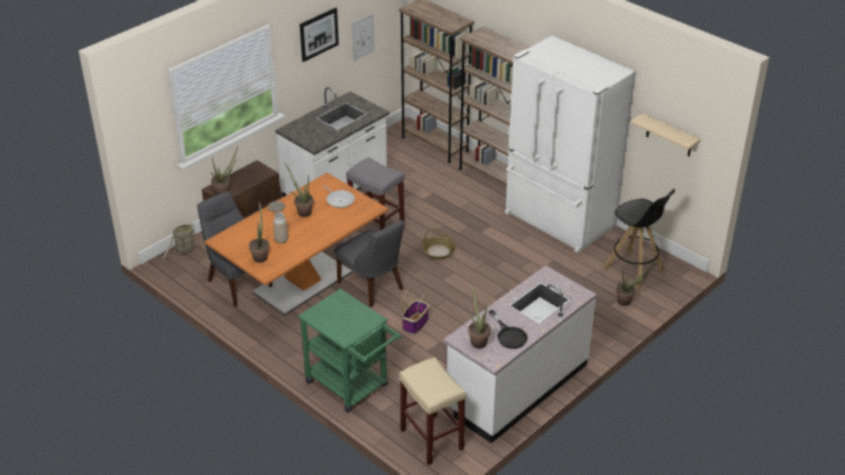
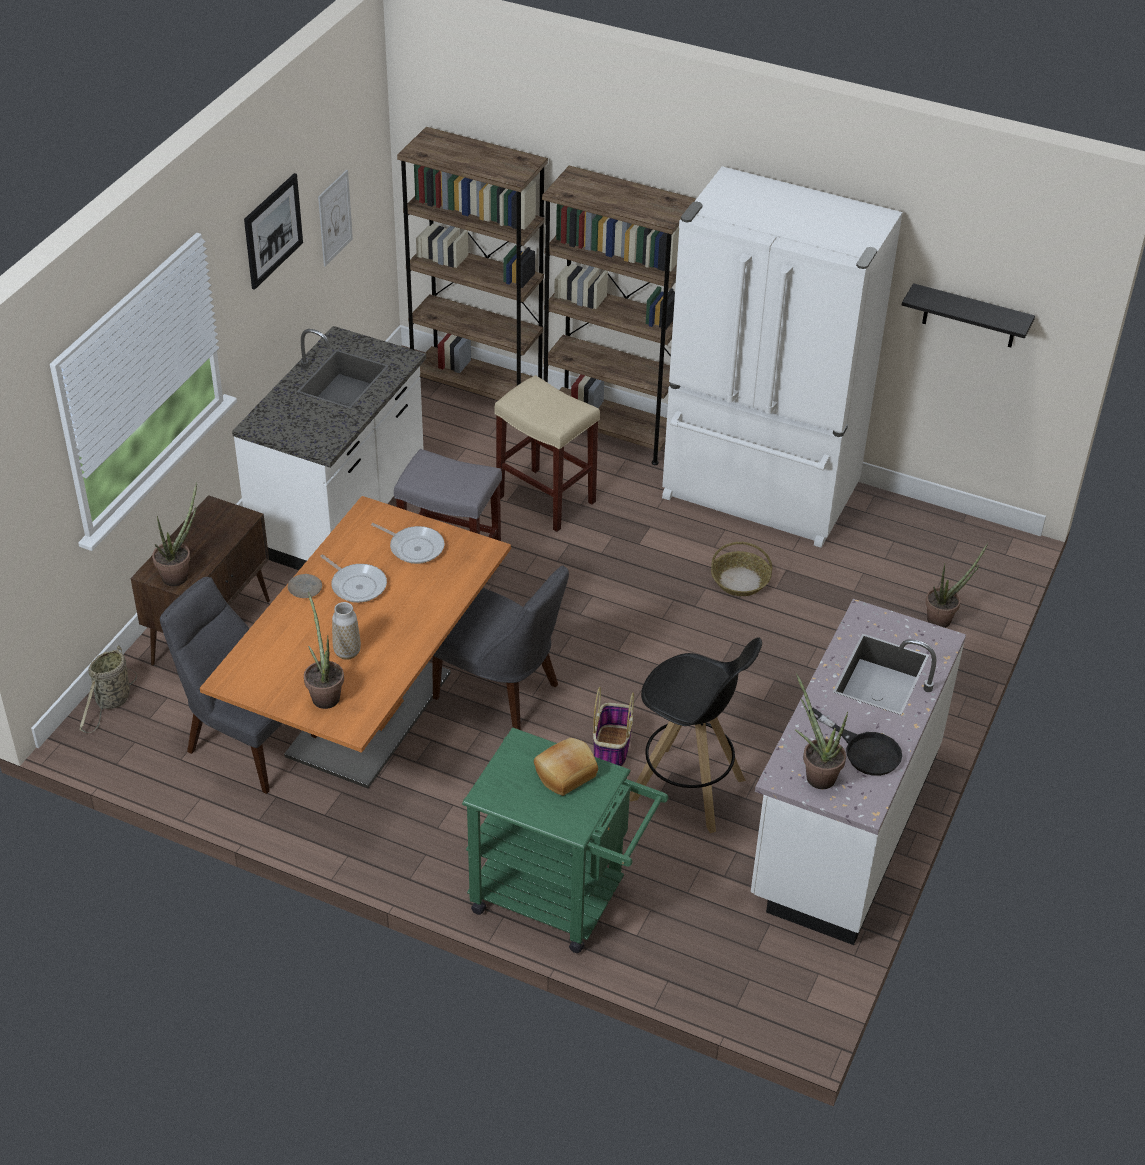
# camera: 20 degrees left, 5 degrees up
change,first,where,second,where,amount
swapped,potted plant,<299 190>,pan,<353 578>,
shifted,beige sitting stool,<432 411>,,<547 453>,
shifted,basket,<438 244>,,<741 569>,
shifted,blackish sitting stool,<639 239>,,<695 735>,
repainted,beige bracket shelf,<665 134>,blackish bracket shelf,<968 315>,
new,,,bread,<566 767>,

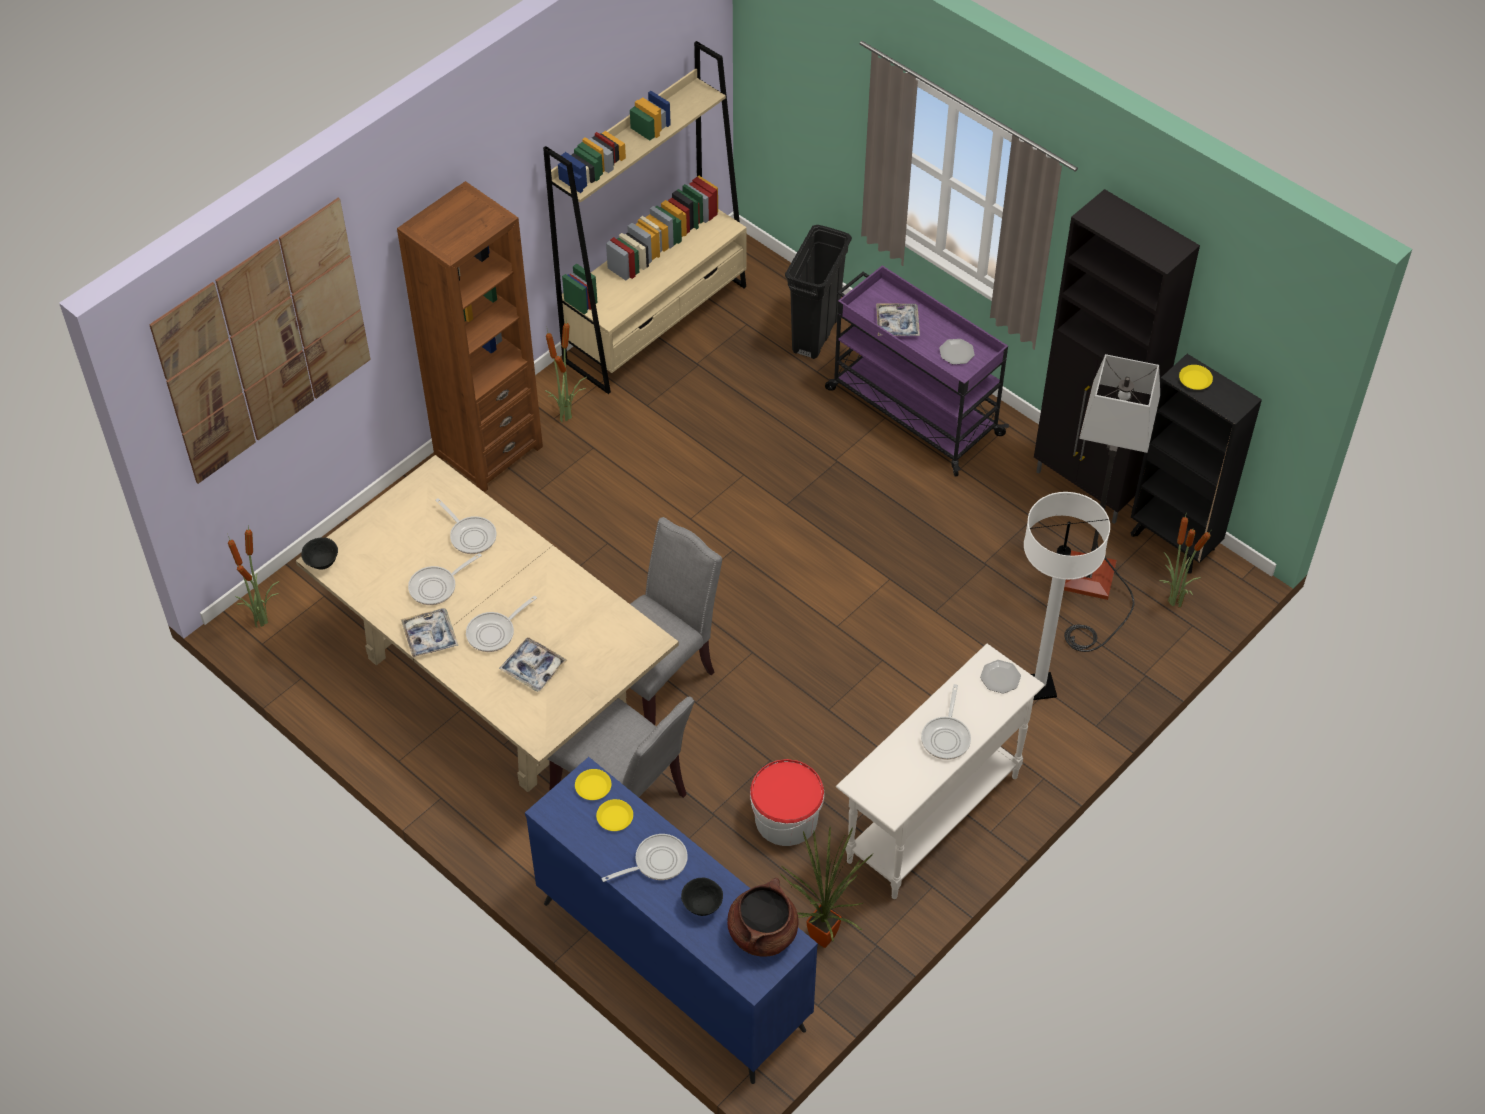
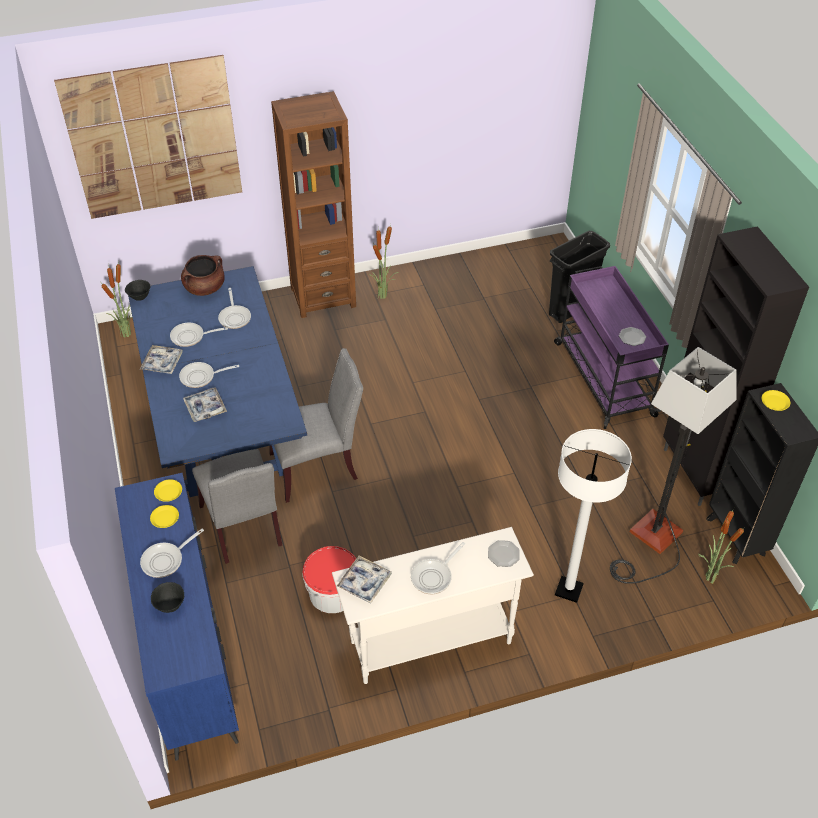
# camera: 30 degrees right, 5 degrees down
change,first,where,second,where,amount
repainted,beige dinner table,<487 623>,blue-coloured dinner table,<217 381>,
gone,beige bookshelf,<645 217>,,,
rotated,pan,<644 858>,,<172 553>,135 degrees clockwise
shifted,brown-coloured stockpot,<763 917>,,<203 275>,
gone,potted plant,<826 887>,,,
shifted,tray,<898 319>,,<364 580>,

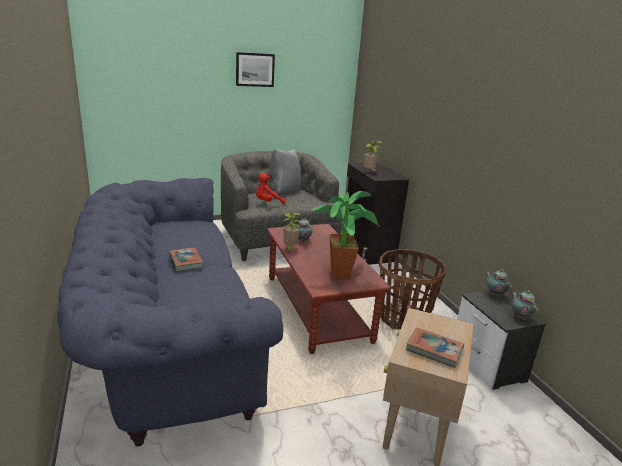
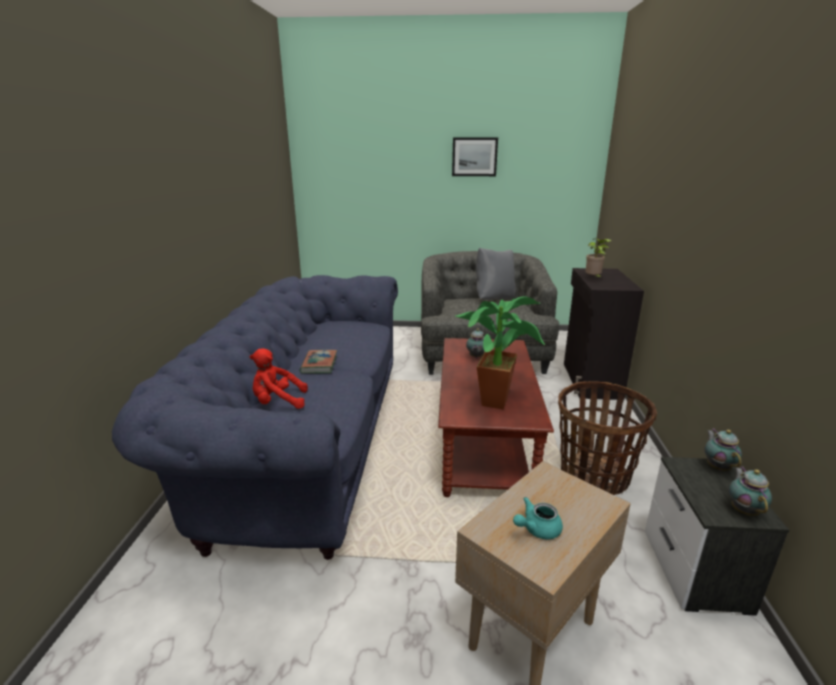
# camera: 25 degrees right, 0 degrees up
change,first,where,second,where,amount
shifted,red-coloured soft toy,<271 188>,,<279 378>,
gone,potted plant,<291 232>,,,
swapped,bound book,<435 348>,turquoise-coloured pot for tea,<538 518>,

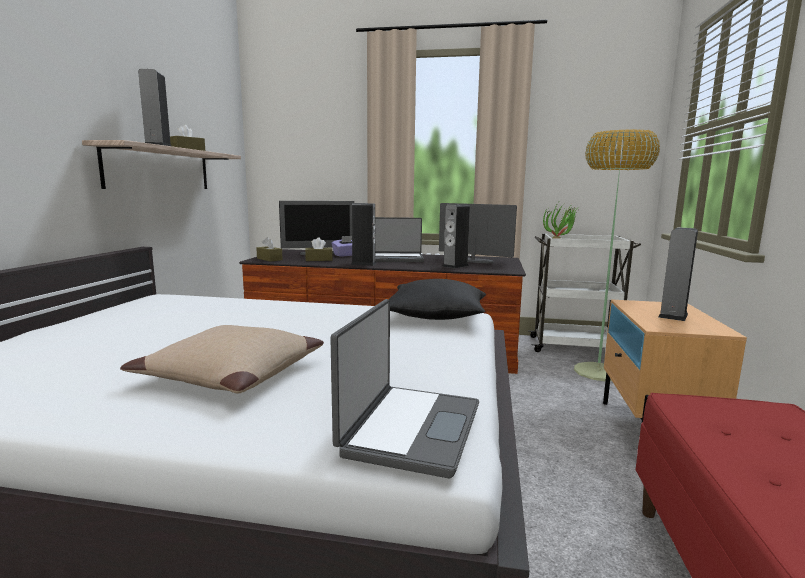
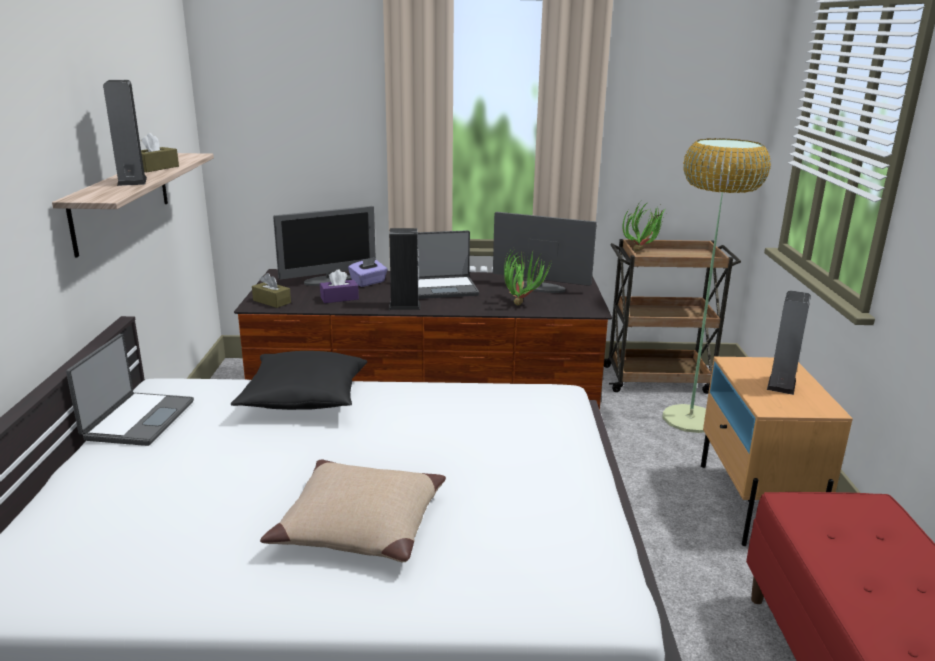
# camera: 10 degrees left, 10 degrees up
change,first,where,second,where,amount
repainted,brown-coloured tissue box,<319 249>,purplish tissue box,<339 286>,
shifted,notebook computer,<404 388>,,<130 390>,
shifted,blackish pillow,<437 299>,,<299 380>,
swapped,speaker,<456 237>,potted plant,<528 277>,
repainted,whitish wheeled cart,<584 293>,brown-coloured wheeled cart,<672 316>,

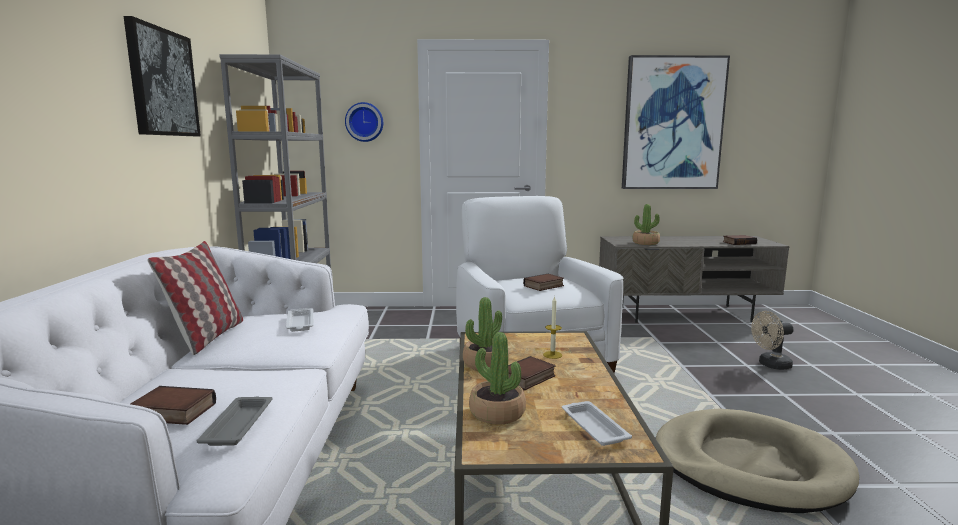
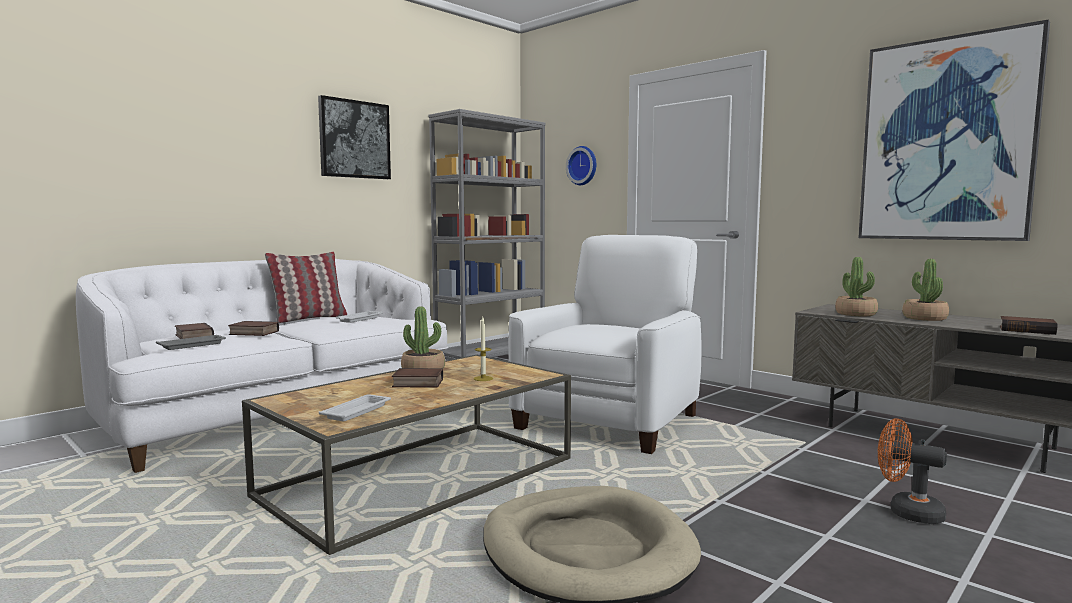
# camera: 45 degrees right, 5 degrees down
change,first,where,second,where,amount
shifted,potted plant,<497 378>,,<925 290>,
shifted,bound book,<543 282>,,<253 328>,
repainted,beige fan,<772 340>,orange fan,<912 471>,

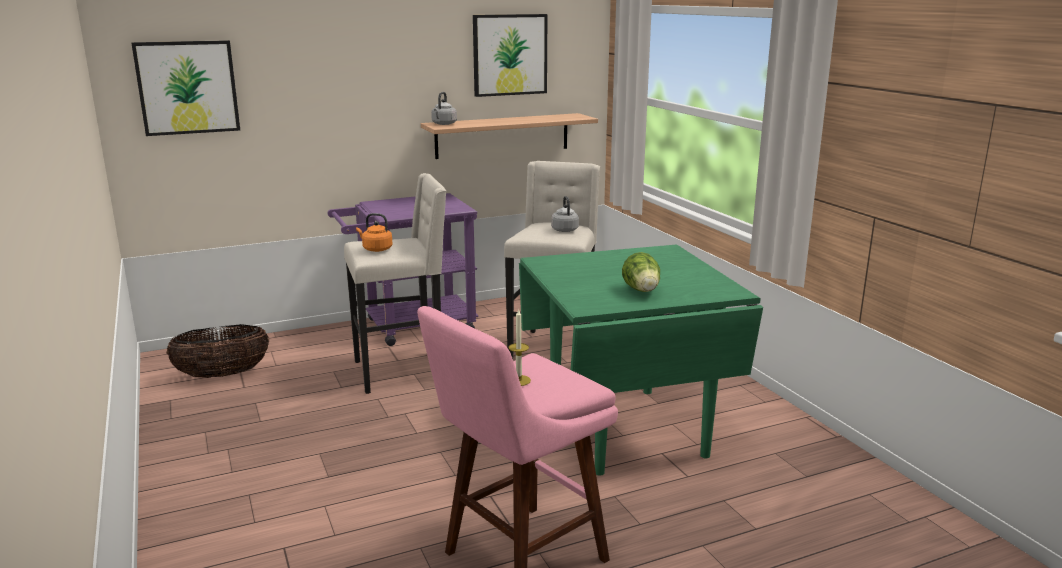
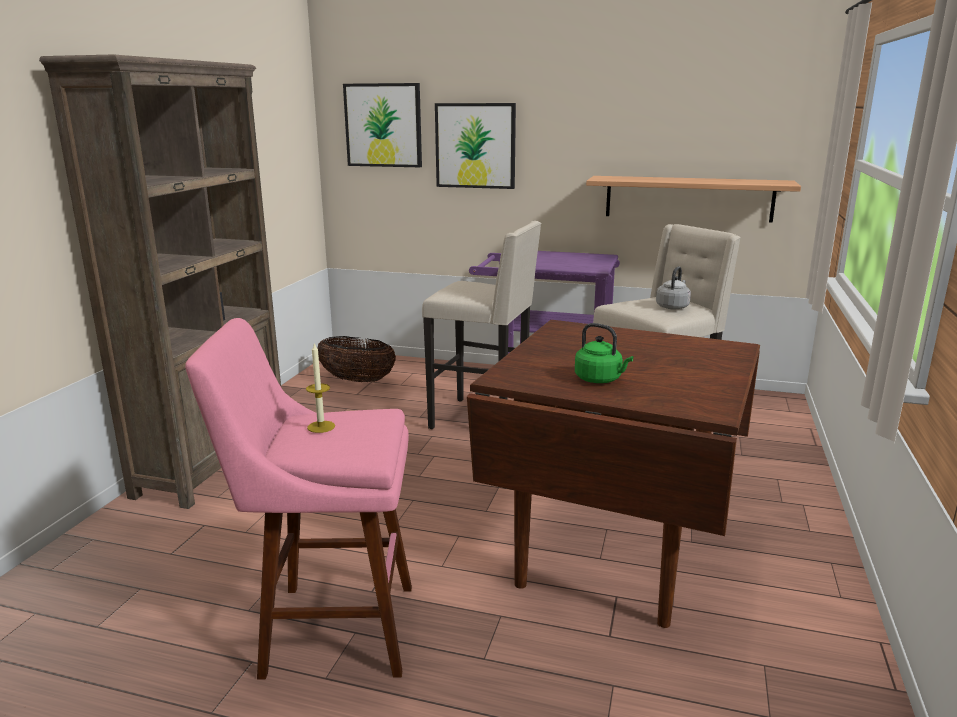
# camera: 40 degrees right, 0 degrees up
change,first,where,second,where,amount
gone,orange tea kettle,<374 232>,,,
gone,greyish tea kettle,<444 108>,,,
shifted,picture,<510 55>,,<475 146>,
repainted,green-coloured dinner table,<641 360>,brown-coloured dinner table,<613 474>,
swapped,lettuce,<641 272>,green-coloured tea kettle,<604 353>,
new,,,brown-coloured bookshelf,<160 281>,

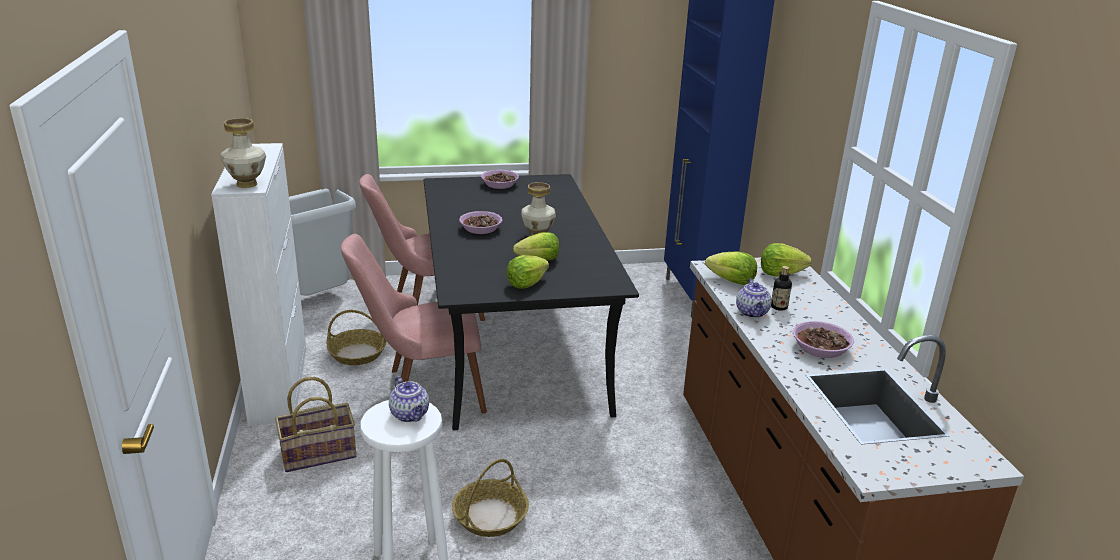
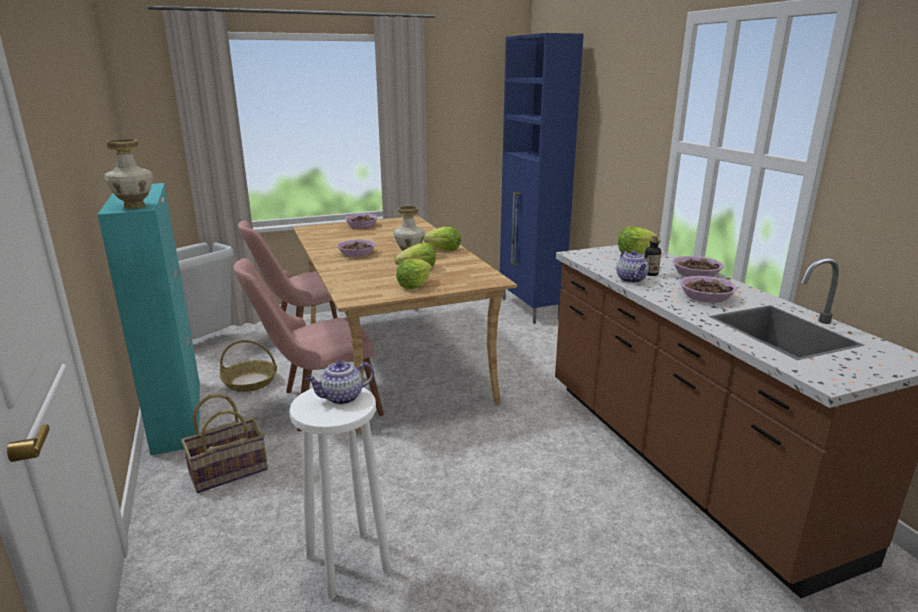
# camera: 10 degrees left, 5 degrees down
change,first,where,second,where,amount
repainted,whitish storage cabinet,<258 284>,turquoise-coloured storage cabinet,<148 319>,
rotated,pot for tea,<409 399>,,<340 383>,105 degrees clockwise
repainted,blackish dinner table,<531 302>,beige dinner table,<405 324>,
gone,basket,<490 498>,,,
shifted,lettuce,<731 268>,,<442 238>,
new,,,serving bowl,<698 266>,

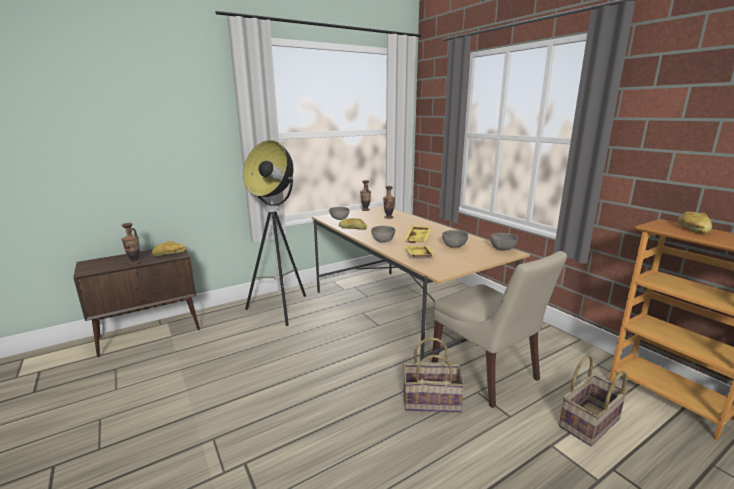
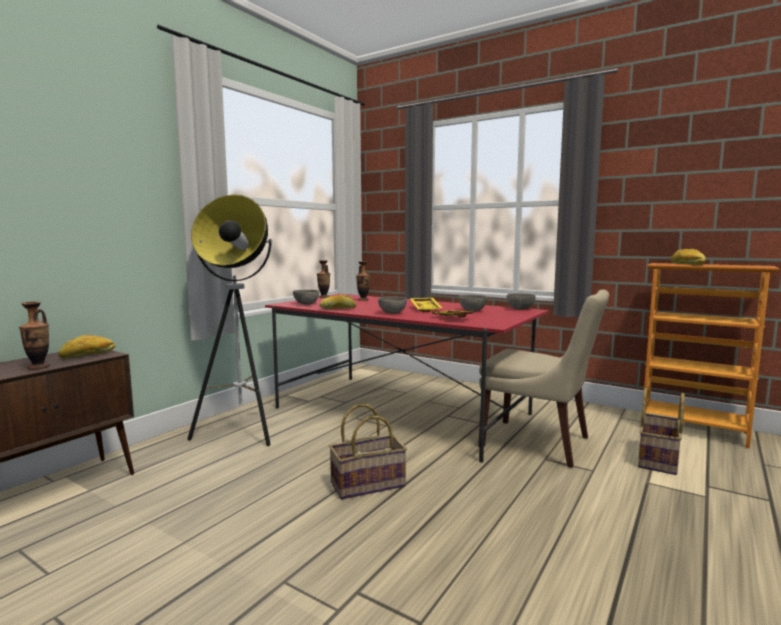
# camera: 25 degrees left, 10 degrees down
change,first,where,second,where,amount
repainted,beige dinner table,<421 283>,red-coloured dinner table,<407 378>,
shifted,basket,<434 374>,,<368 451>,

